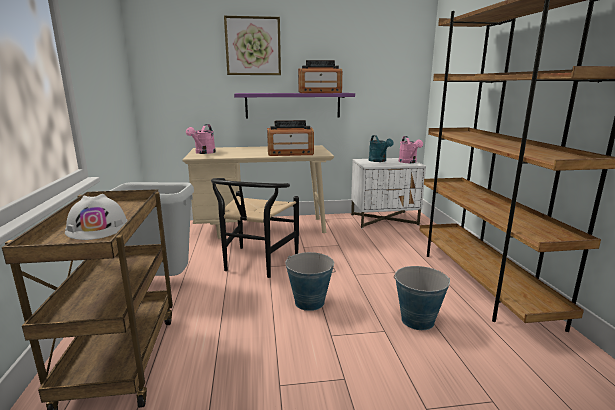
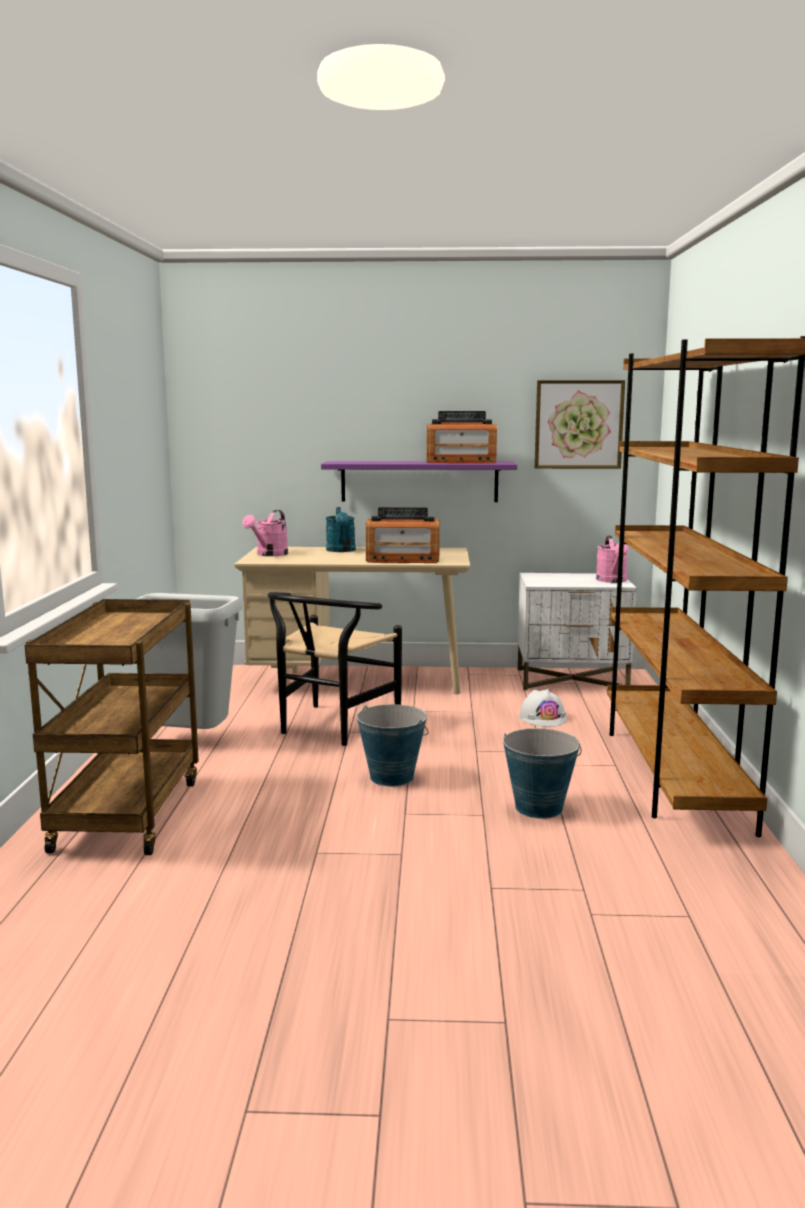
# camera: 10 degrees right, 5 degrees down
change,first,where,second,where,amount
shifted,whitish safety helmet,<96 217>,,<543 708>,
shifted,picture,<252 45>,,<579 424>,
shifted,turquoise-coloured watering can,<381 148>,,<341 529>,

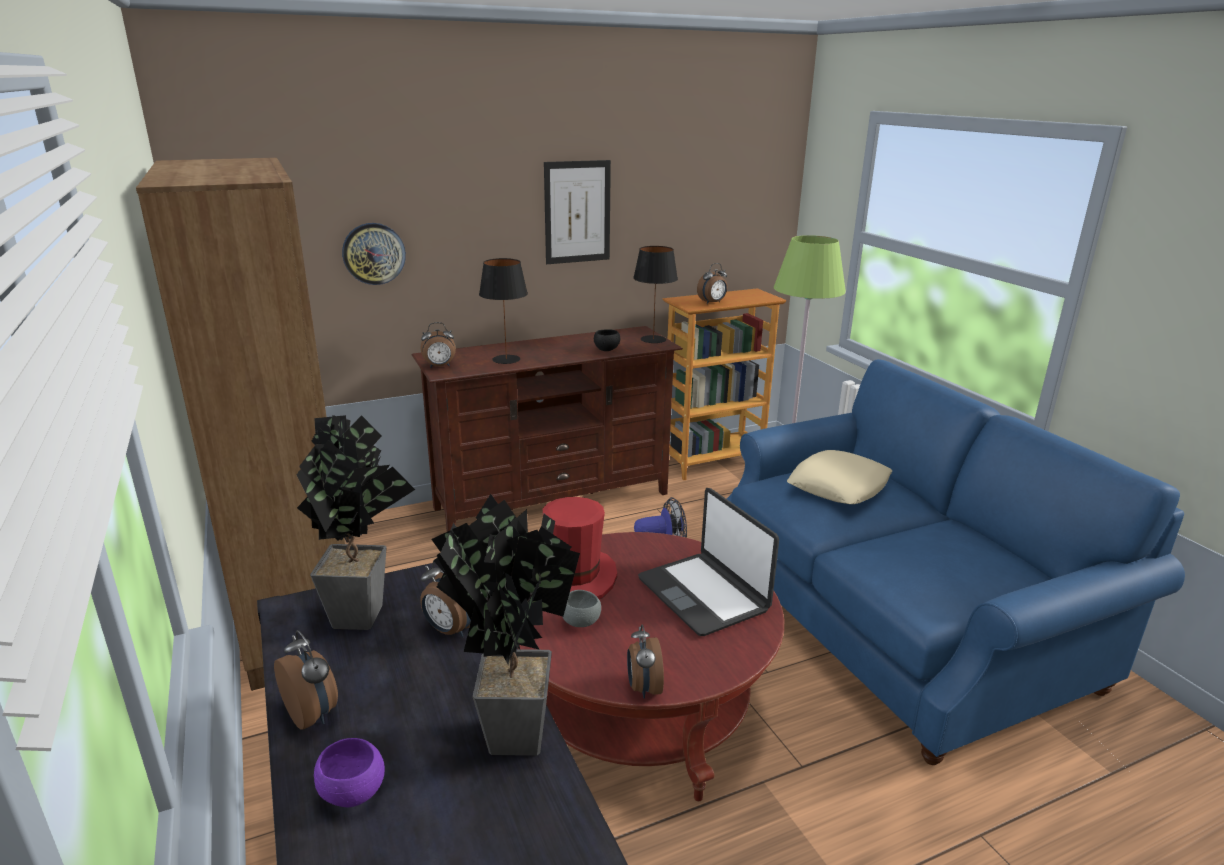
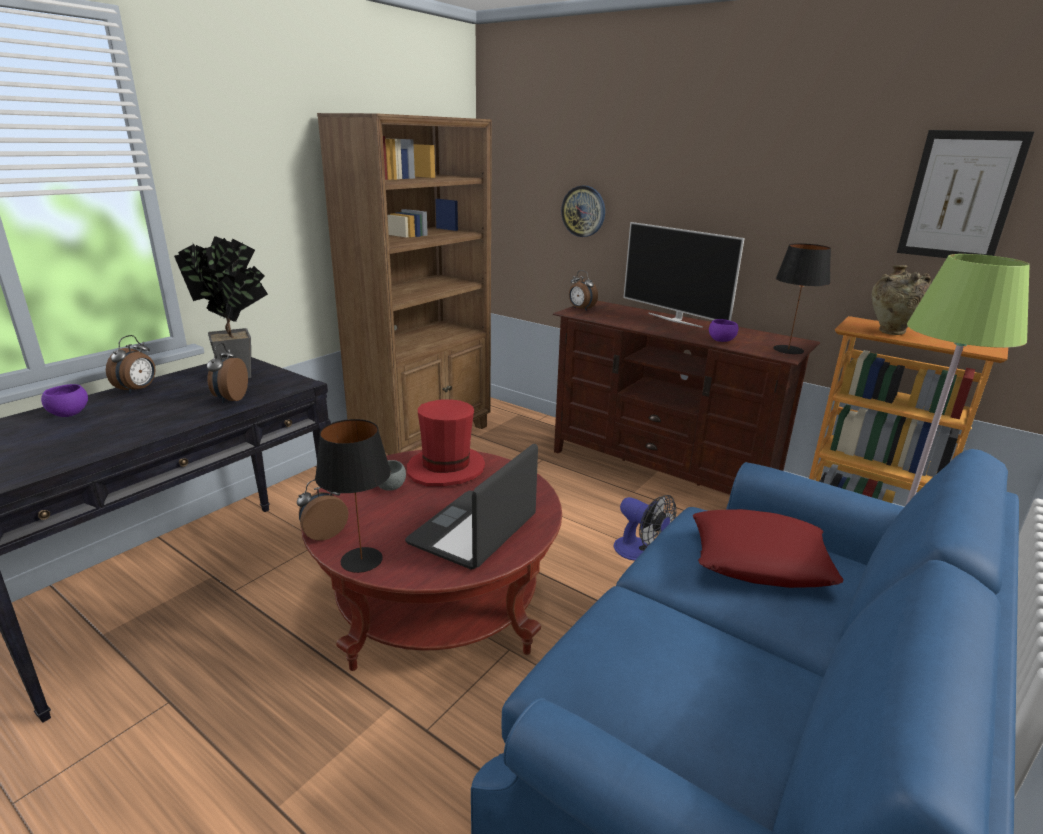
# camera: 60 degrees right, 0 degrees up
change,first,where,second,where,amount
gone,potted plant,<505 625>,,,
shifted,blackish tabletop lamp,<503 311>,,<353 496>,
shifted,picture,<577 212>,,<965 194>,
repainted,blackish serving bowl,<607 340>,purplish serving bowl,<724 330>,
swapped,bedside clock,<712 283>,beige vase,<901 300>,
repainted,beige pillow,<839 477>,red-coloured pillow,<768 548>,
new,,,TV,<684 275>,

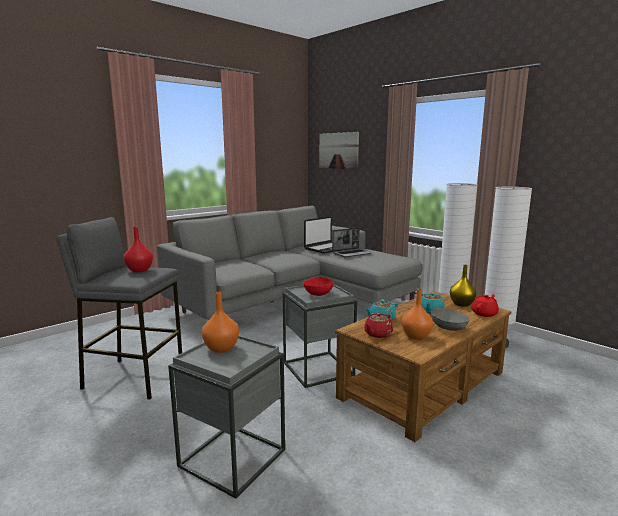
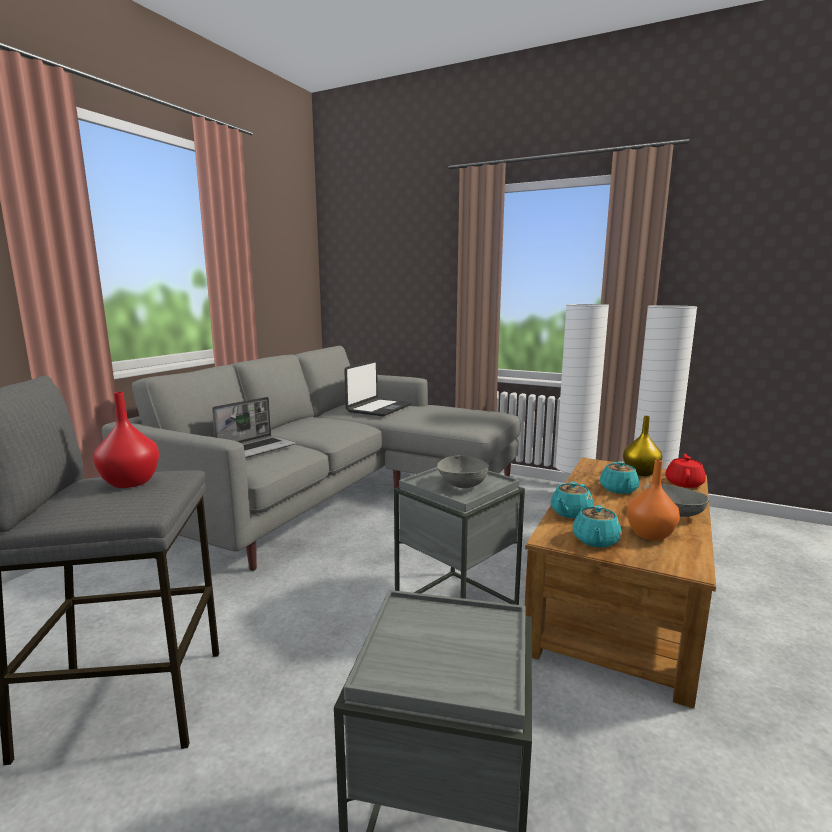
# camera: 20 degrees left, 0 degrees up
change,first,where,second,where,amount
gone,orange vase,<220 322>,,,
repainted,red-coloured serving bowl,<318 286>,greyish serving bowl,<463 471>,
gone,picture,<339 150>,,,
shifted,notebook computer,<352 242>,,<254 427>,
repainted,red-coloured pot for tea,<378 325>,turquoise-coloured pot for tea,<597 526>,

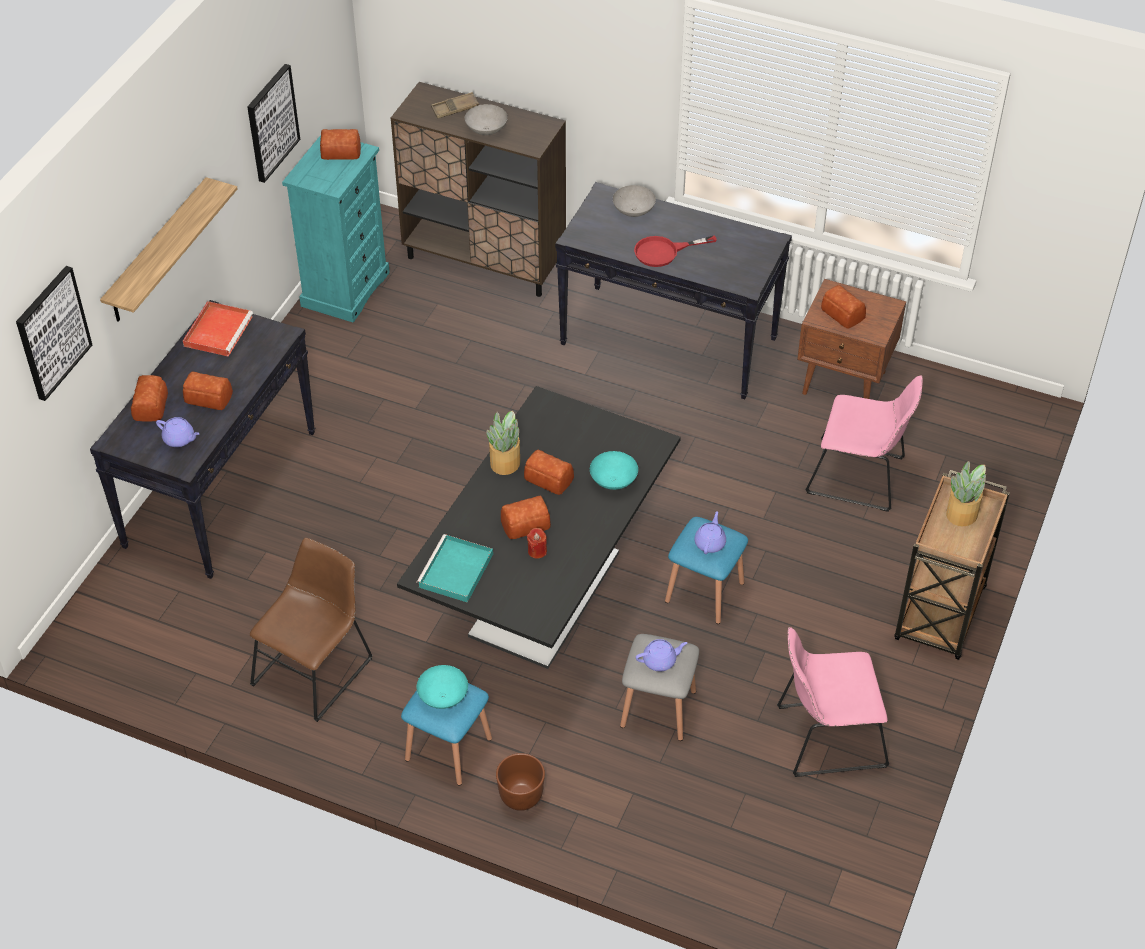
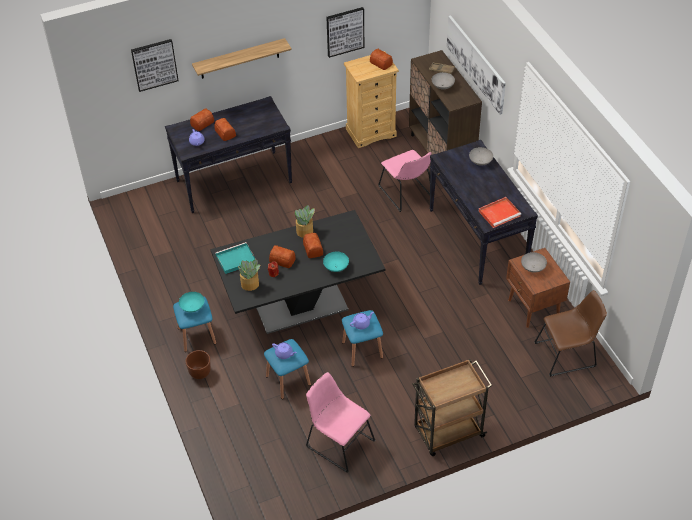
# camera: 45 degrees right, 0 degrees up
change,first,where,second,where,amount
shifted,red-coloured tray,<218 328>,,<499 212>,
shifted,brown-coloured chair,<311 630>,,<570 333>,
repainted,turquoise-coloured dresser,<336 228>,beige dresser,<371 99>,
repainted,greyish sitting stool,<659 687>,blue-coloured sitting stool,<287 369>,
gone,red-coloured pan,<675 251>,,,
shifted,pink-coloured chair,<864 444>,,<404 181>,
swapped,bread,<843 306>,greyish serving bowl,<534 262>,
shifted,potted plant,<966 493>,,<249 275>,
new,,,picture,<476 65>,

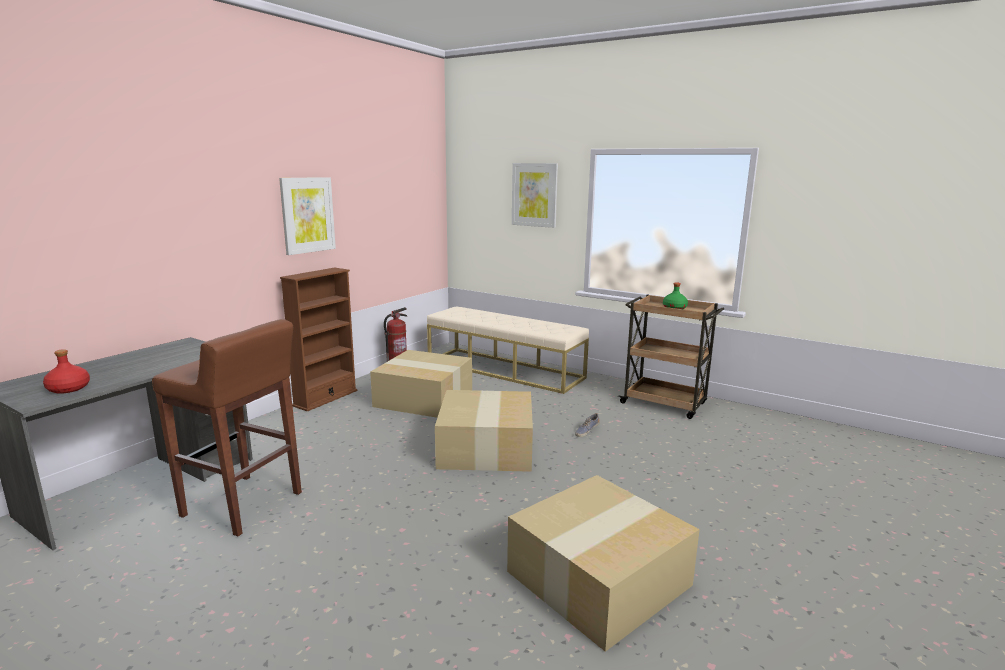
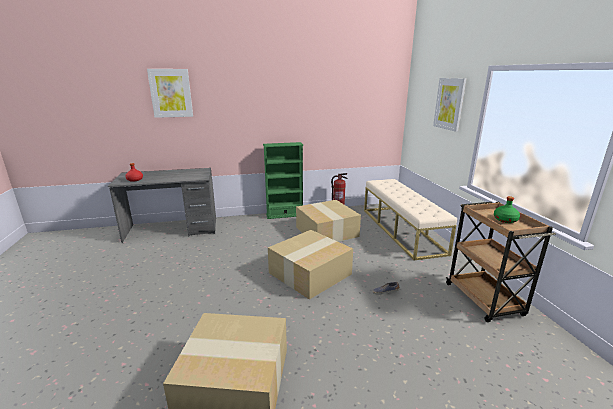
# camera: 45 degrees right, 5 degrees up
change,first,where,second,where,amount
gone,brown-coloured sitting stool,<227 427>,,,
shifted,picture,<307 216>,,<170 93>,
repainted,brown-coloured bookshelf,<318 339>,green-coloured bookshelf,<283 180>,

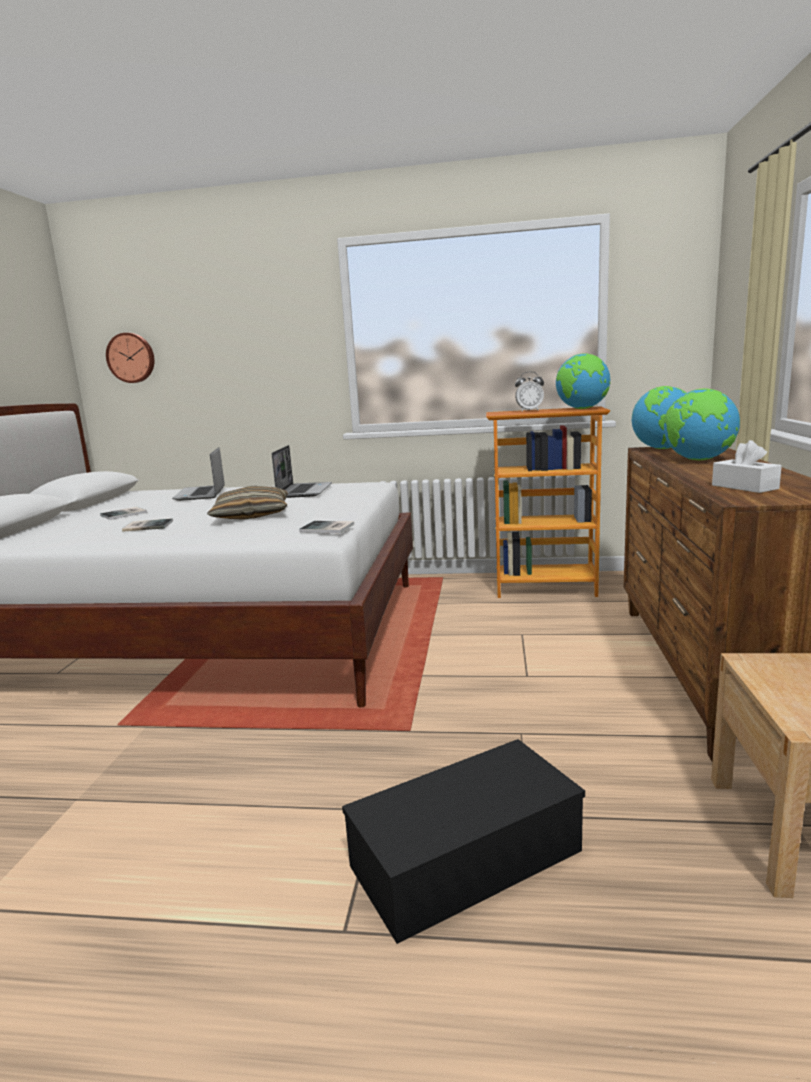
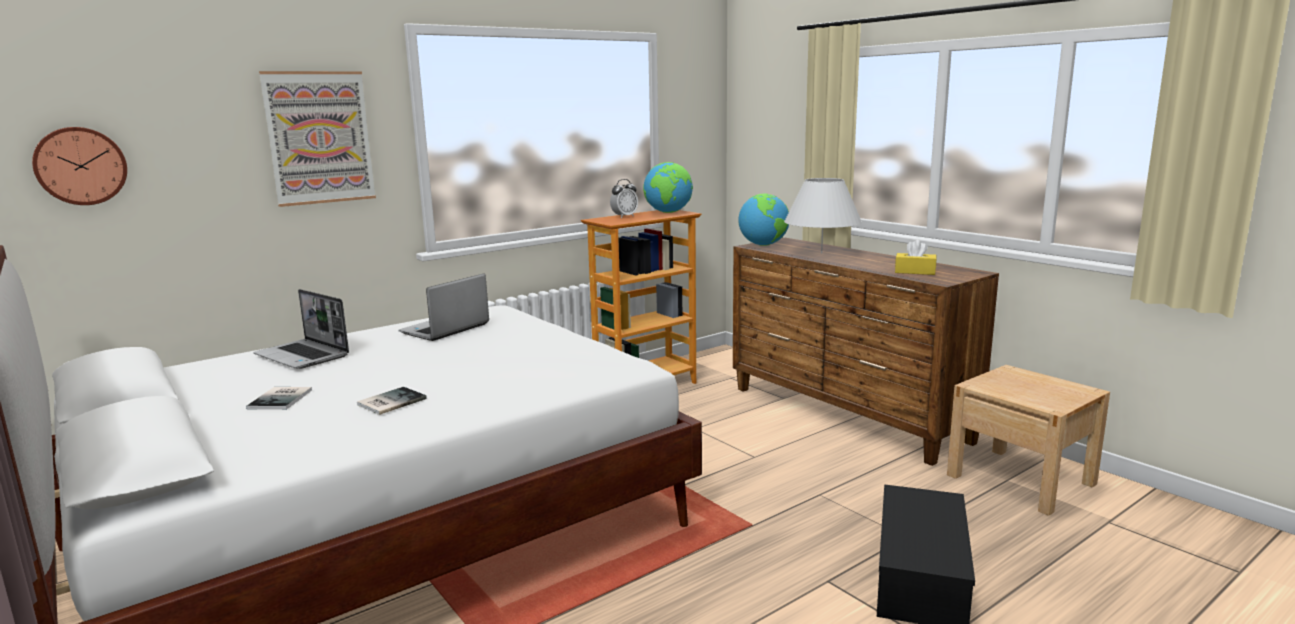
# camera: 45 degrees left, 0 degrees up
change,first,where,second,where,amount
gone,pillow,<247 503>,,,
rotated,notebook computer,<302 471>,,<443 307>,105 degrees counterclockwise
gone,bound book,<326 527>,,,
swapped,world globe,<702 424>,whitish tabletop lamp,<823 215>,
repainted,whitish tissue box,<747 466>,yellow tissue box,<915 257>,
new,,,picture,<317 139>,

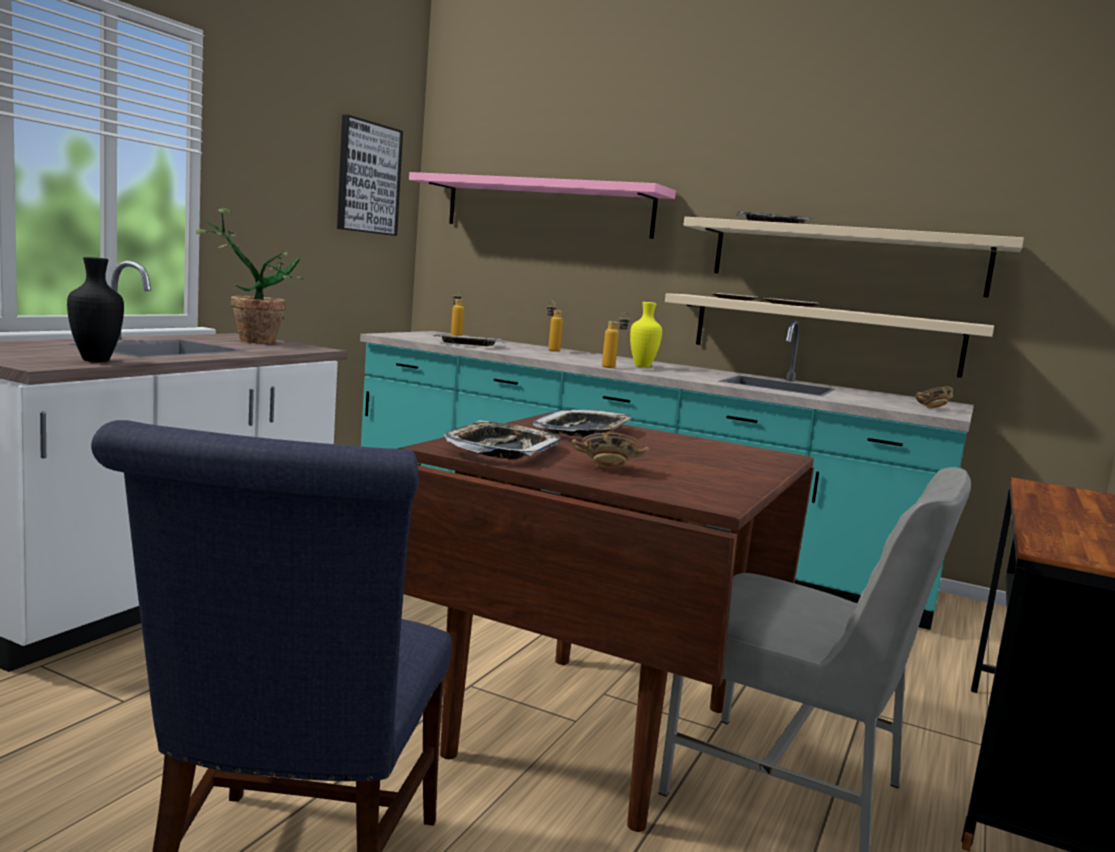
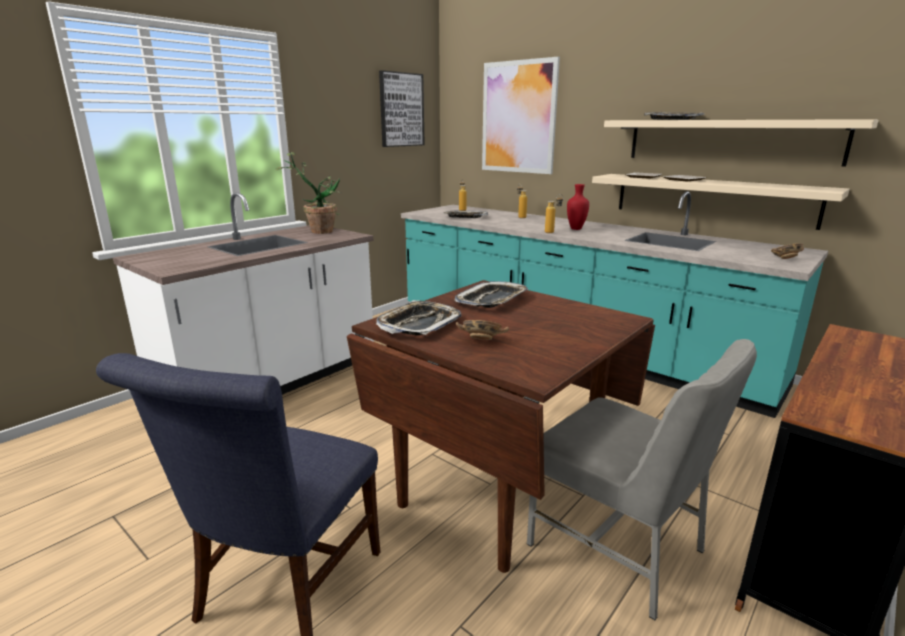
# camera: 15 degrees right, 10 degrees up
change,first,where,second,where,amount
gone,blackish vase,<95 309>,,,
swapped,pink-coloured bracket shelf,<542 205>,picture,<521 115>,
repainted,yellow vase,<646 334>,red-coloured vase,<578 207>,

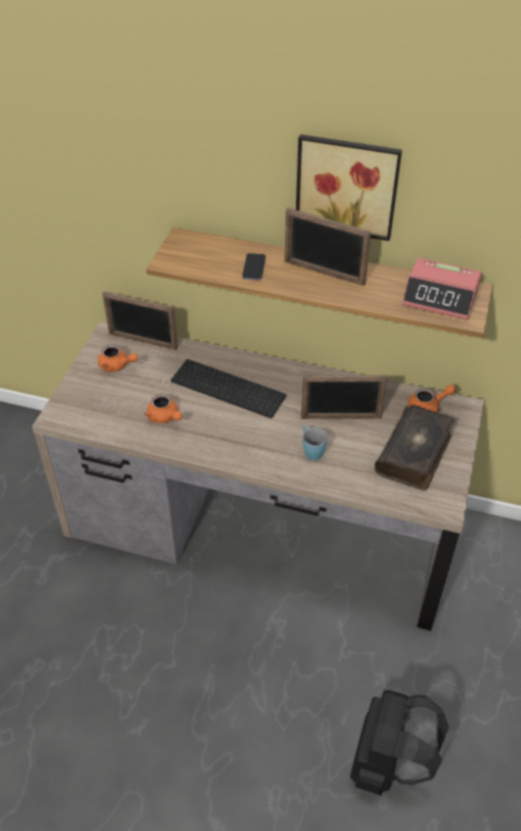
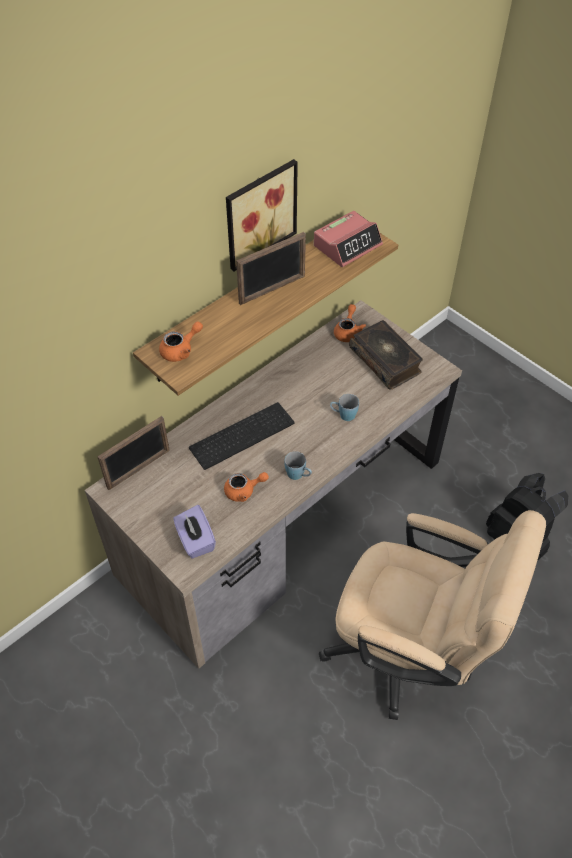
# camera: 60 degrees left, 5 degrees up
change,first,where,second,where,amount
shifted,orange pot for tea,<118 358>,,<181 341>,
gone,handset,<254 266>,,,
gone,picture frame,<344 397>,,,
new,,,purplish tissue box,<194 531>,
new,,,blue-coloured tea mug,<298 465>,
new,,,beige computer chair,<432 615>,

